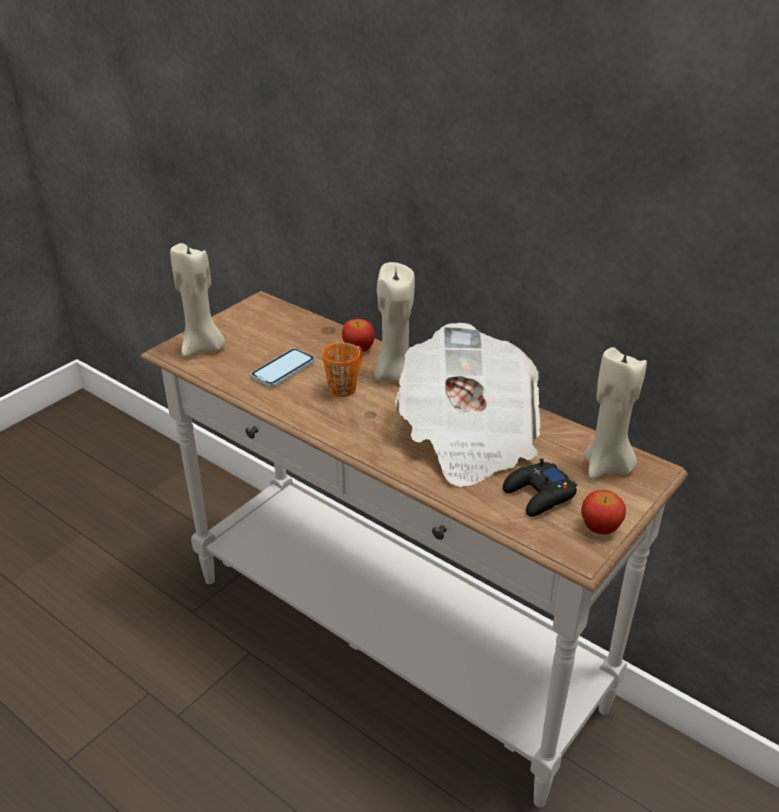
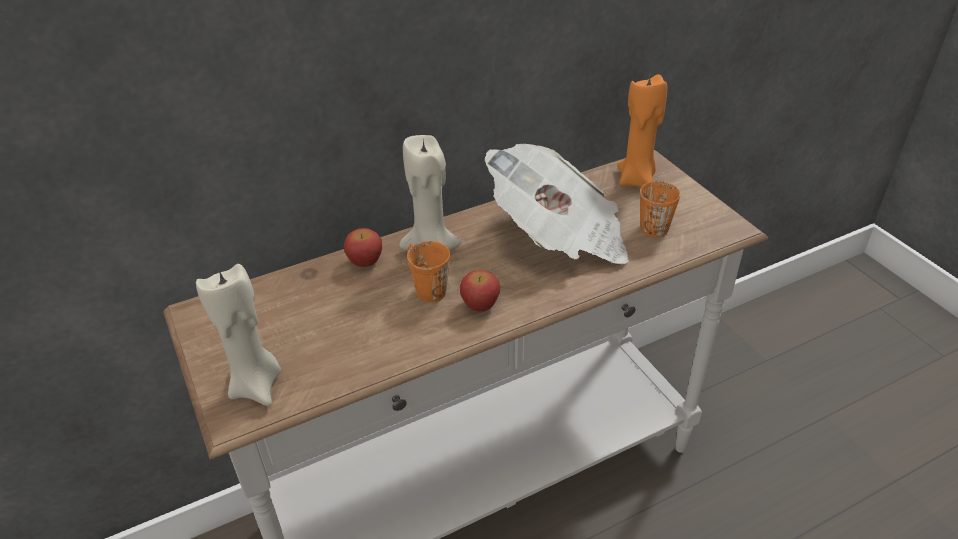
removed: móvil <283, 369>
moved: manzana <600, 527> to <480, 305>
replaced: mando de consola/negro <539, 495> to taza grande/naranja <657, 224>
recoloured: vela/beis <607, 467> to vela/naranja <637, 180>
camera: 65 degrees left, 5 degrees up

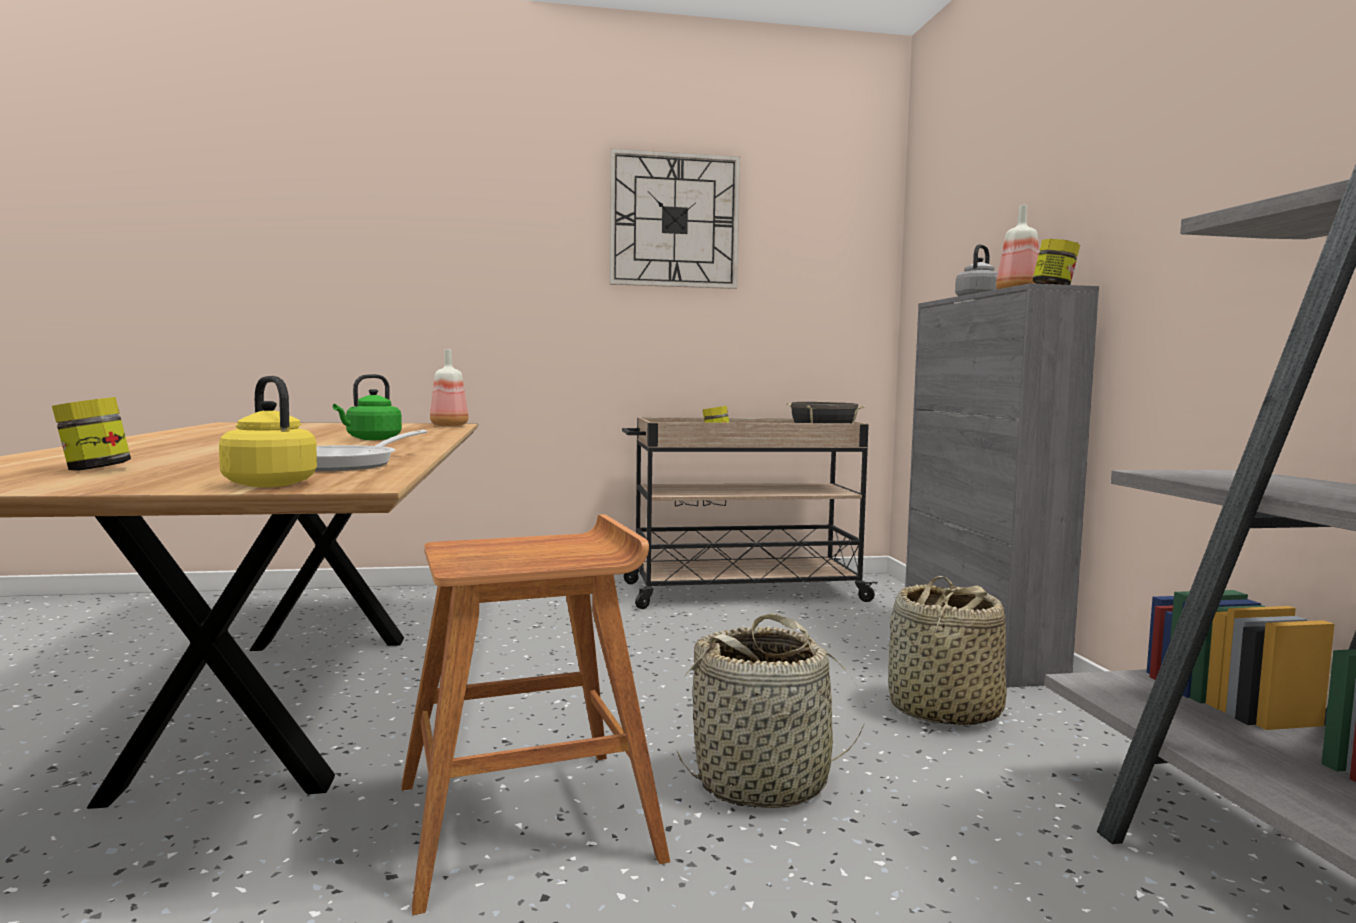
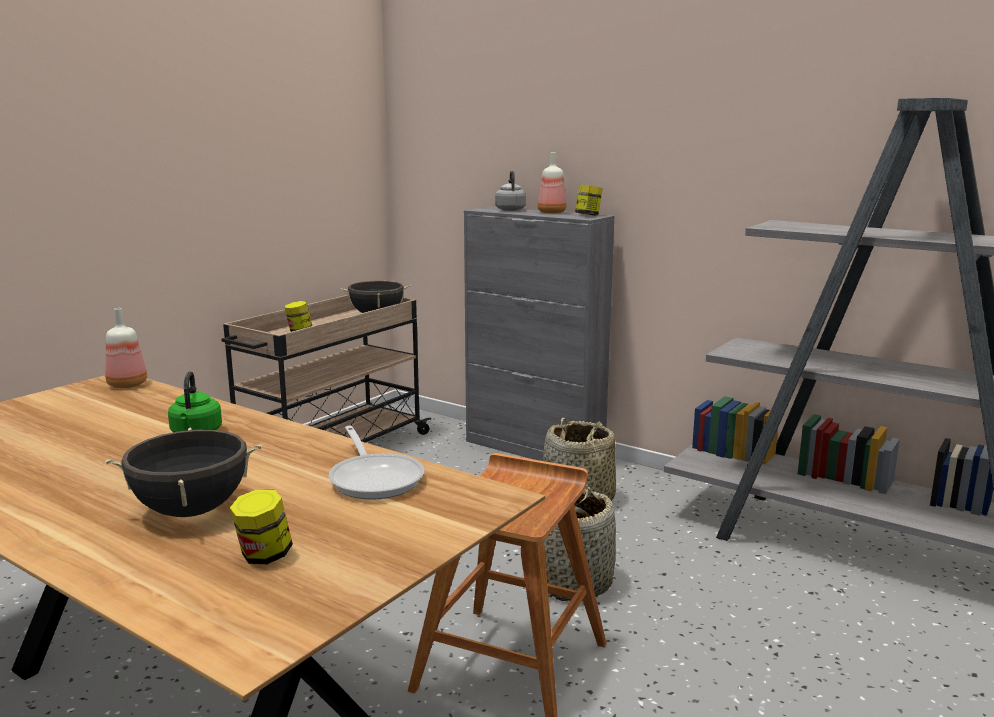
removed: hervidor/amarillo <268, 484>; reloj de pared <674, 220>
added: olla/negro <192, 511>
camera: 45 degrees left, 10 degrees up

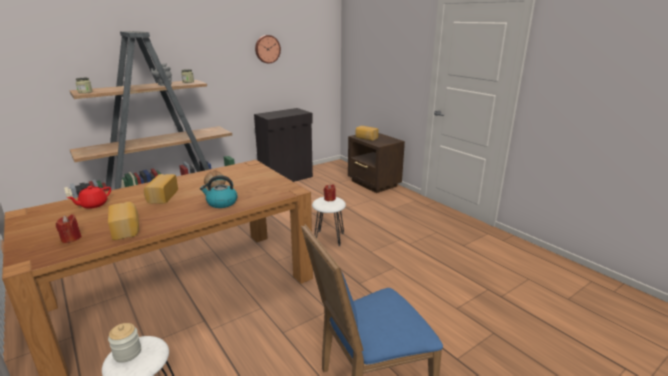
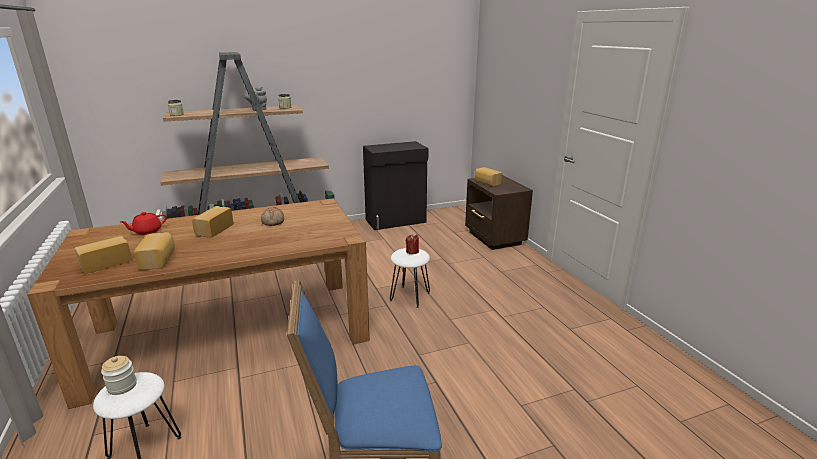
removed: hervidor <221, 203>; reloj de pared <267, 49>
replaced: vela/rojo <71, 238> to pan <106, 263>
camera: 15 degrees right, 0 degrees up

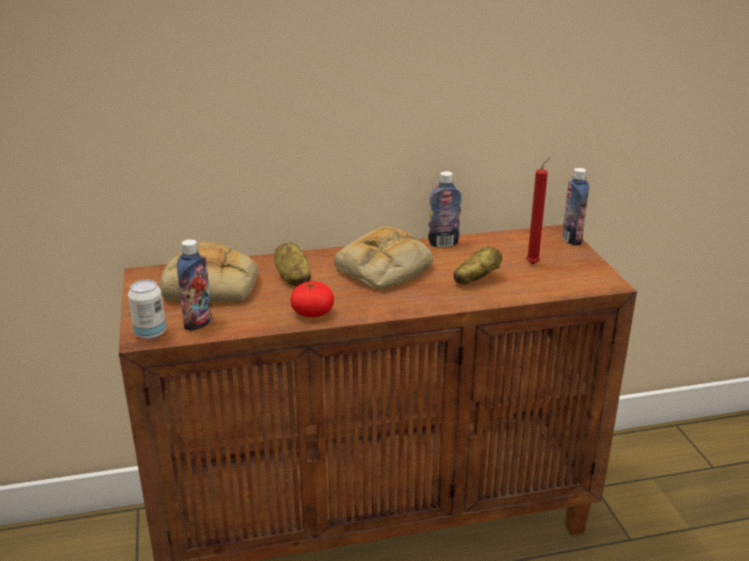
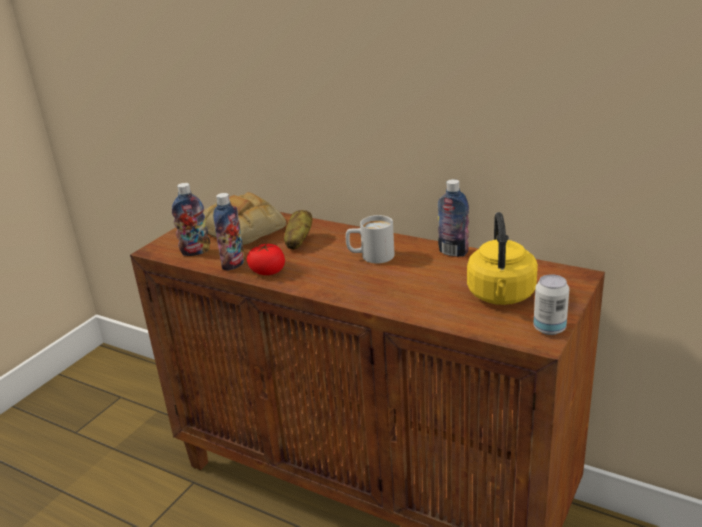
removed: patata <476, 279>
moved: botella <571, 239> to <233, 264>; lata <150, 333> to <549, 328>
replaced: pan <383, 269> to taza grande/blanco <370, 256>; vela/rojo <534, 263> to hervidor/amarillo <501, 296>
camera: 45 degrees right, 0 degrees up

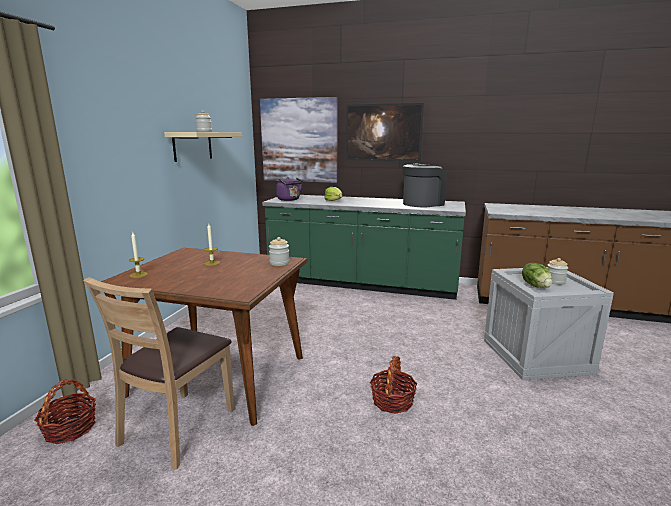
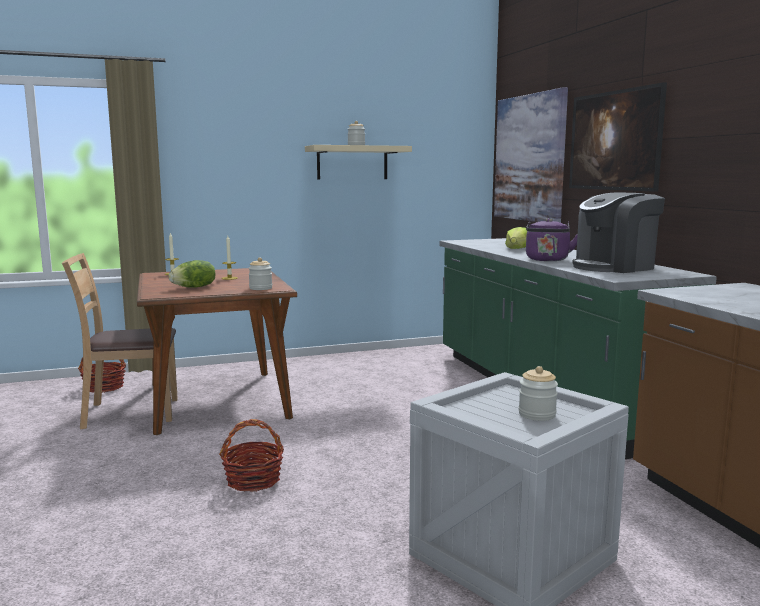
moved: lechuga <536, 286> to <194, 287>; hervidor/morado <289, 200> to <547, 260>
turned: cafetera <423, 204> = <614, 267> 135 degrees clockwise
camera: 55 degrees right, 5 degrees down

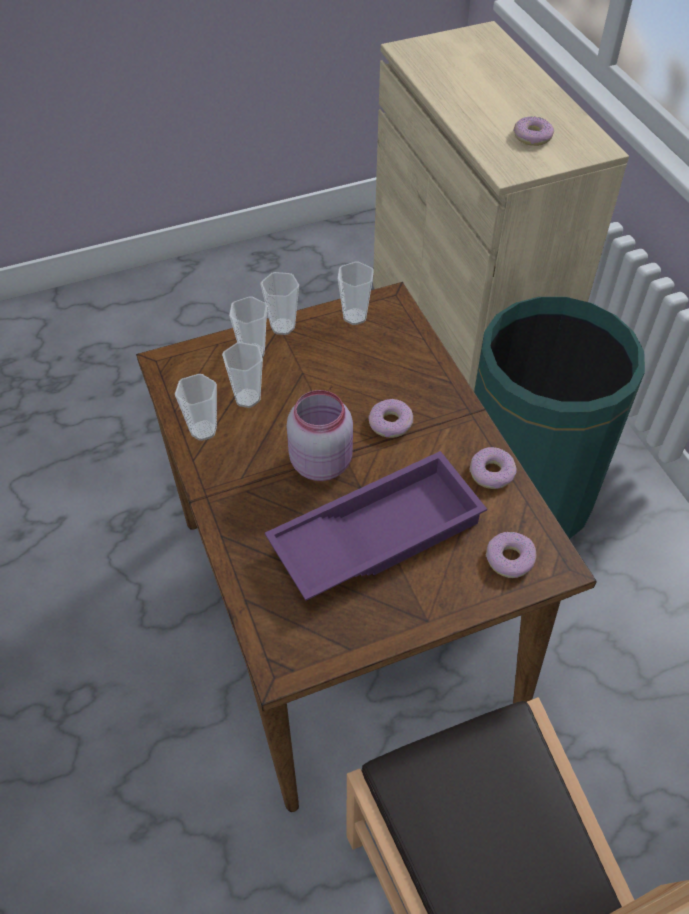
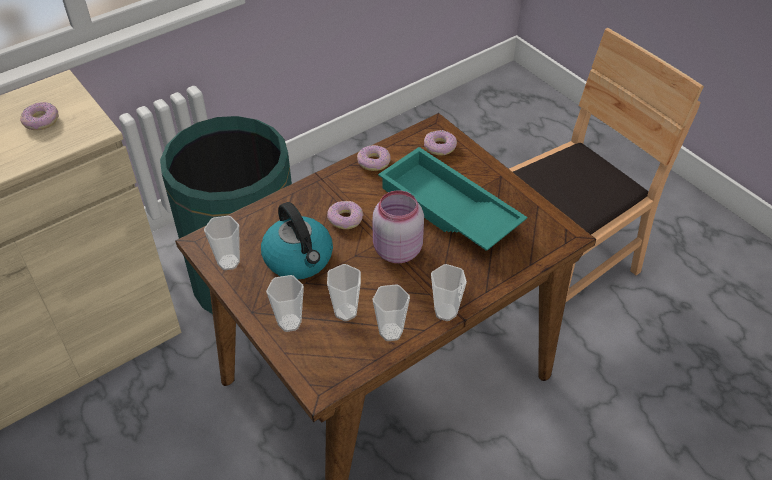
added: hervidor <299, 259>
moved: taza <282, 327> to <445, 312>
recoloured: bandeja/morado <376, 533> to bandeja/turquesa <447, 209>
camera: 105 degrees left, 5 degrees down

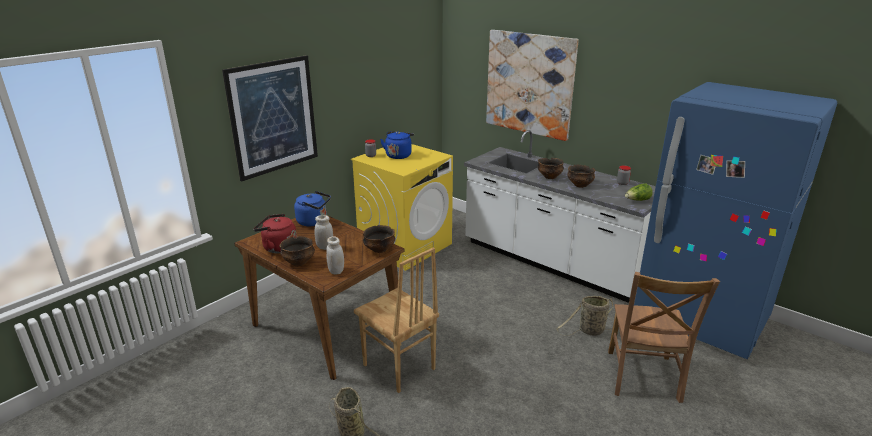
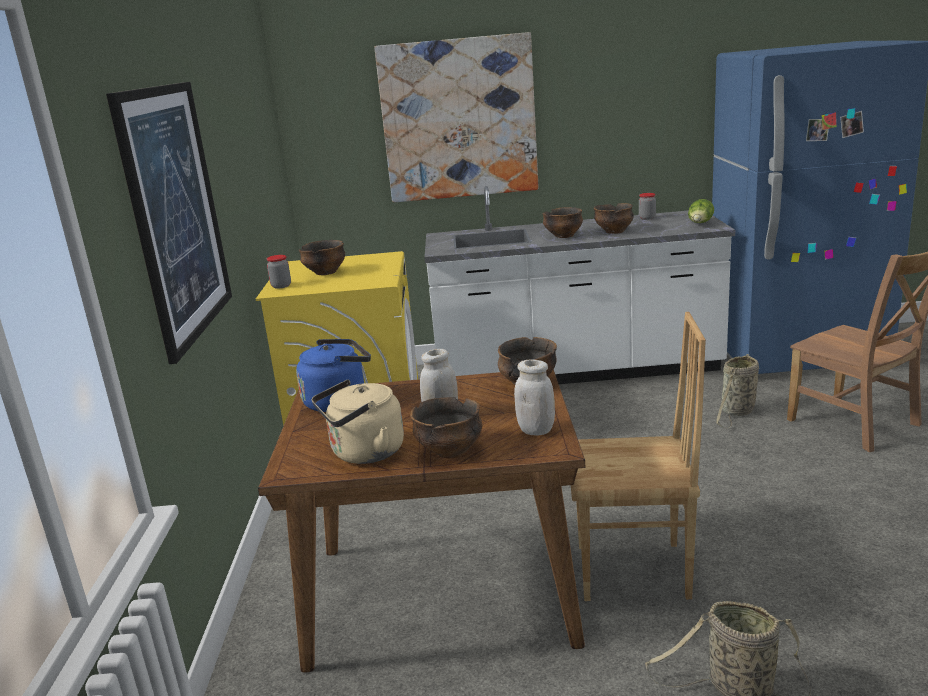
replaced: hervidor/azul <398, 155> to cuenco <325, 273>
recoloured: hervidor/rojo <278, 247> to hervidor/beis <364, 453>
camera: 40 degrees left, 5 degrees down

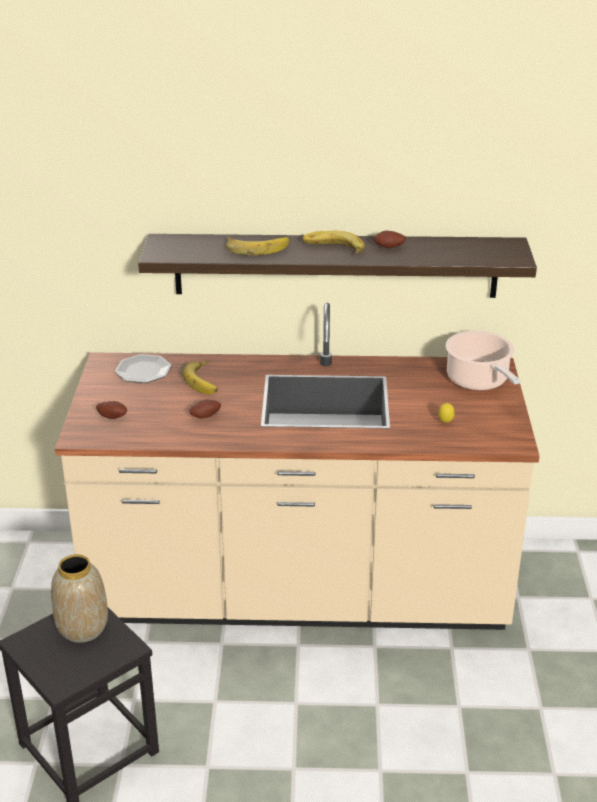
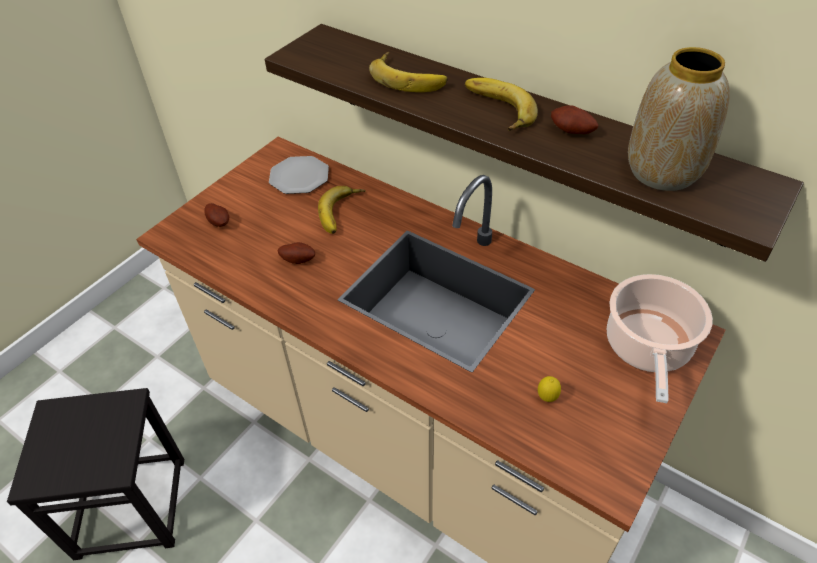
moved: florero <82, 627> to <662, 171>
camera: 35 degrees right, 15 degrees up

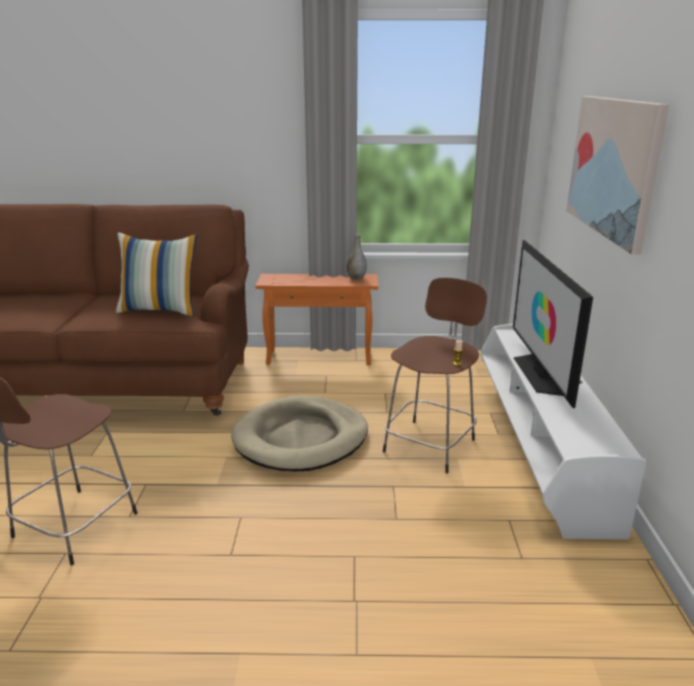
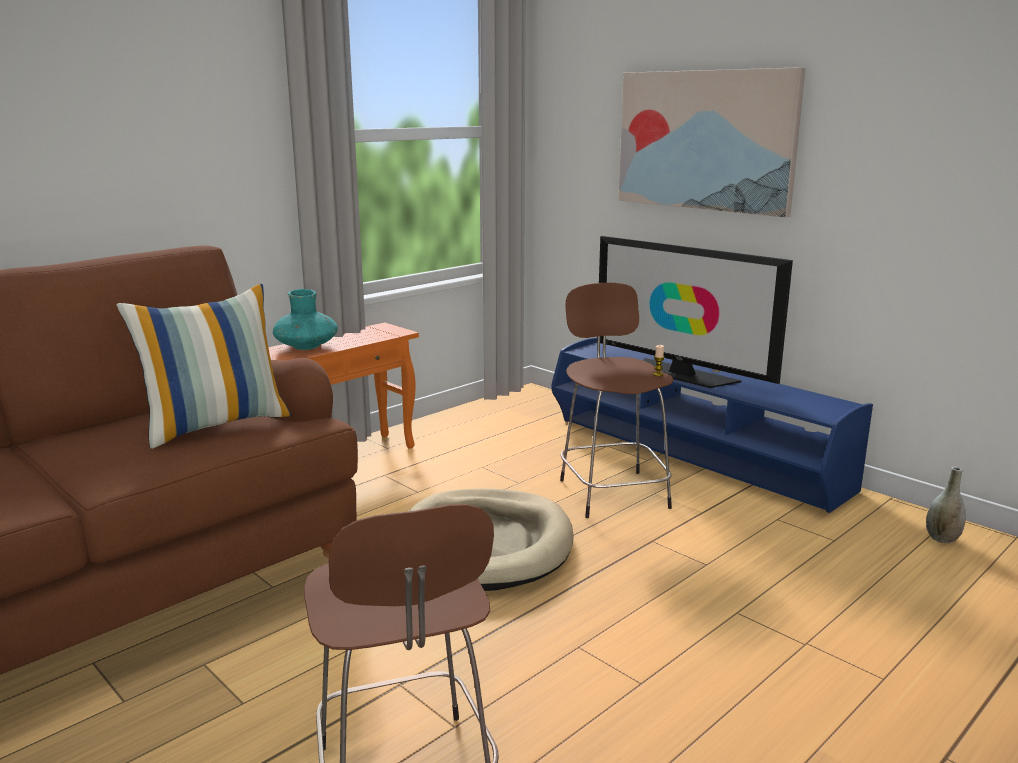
added: florero/turquesa <306, 346>
moved: florero/gris <356, 278> to <942, 539>
recoloured: mueble de televisión/blanco <538, 446> to mueble de televisión/azul <692, 456>
camera: 45 degrees left, 5 degrees down

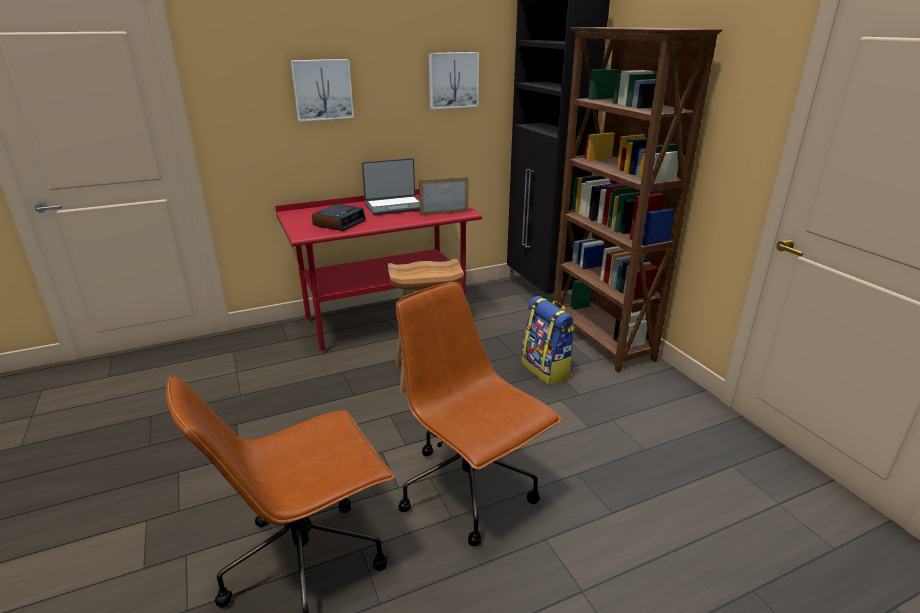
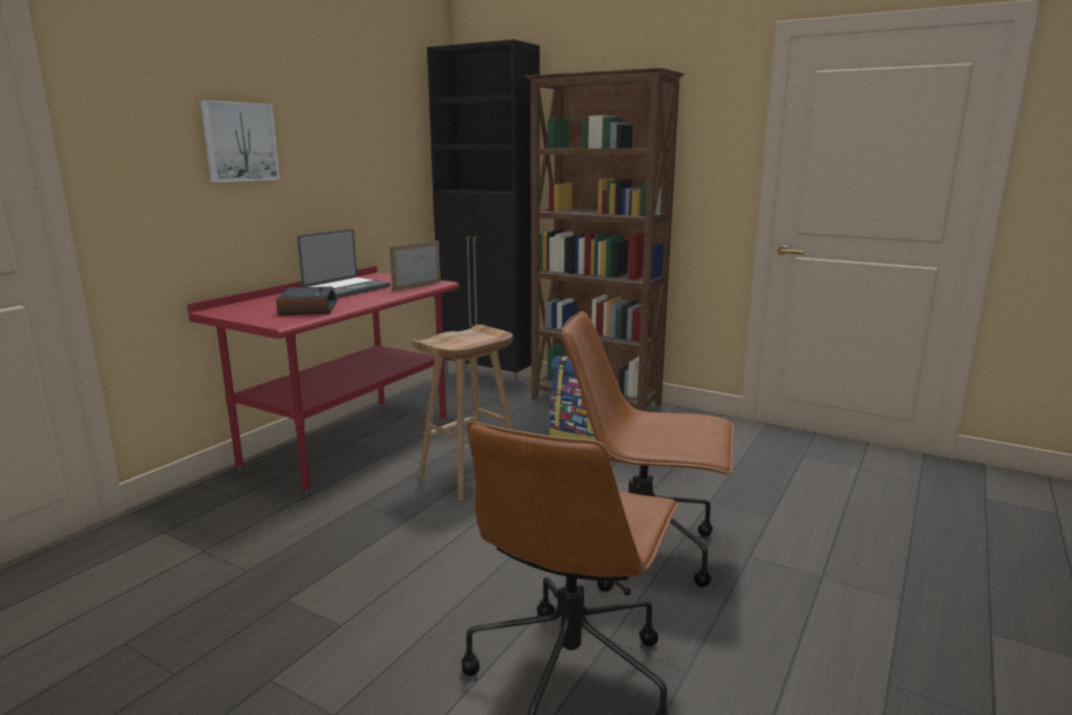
removed: cuadro <453, 80>
camera: 35 degrees left, 10 degrees down

